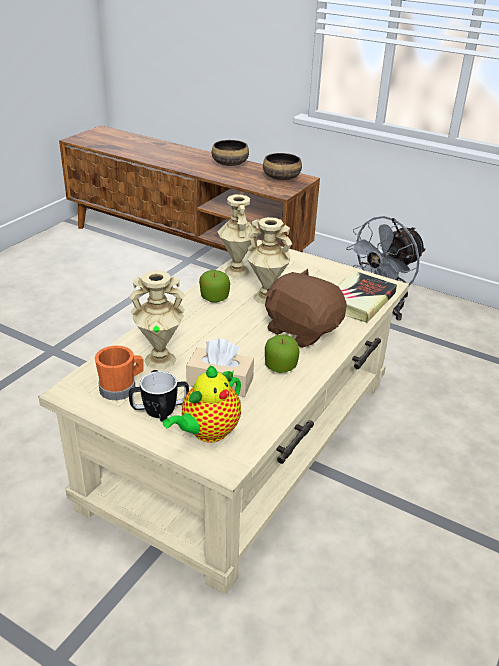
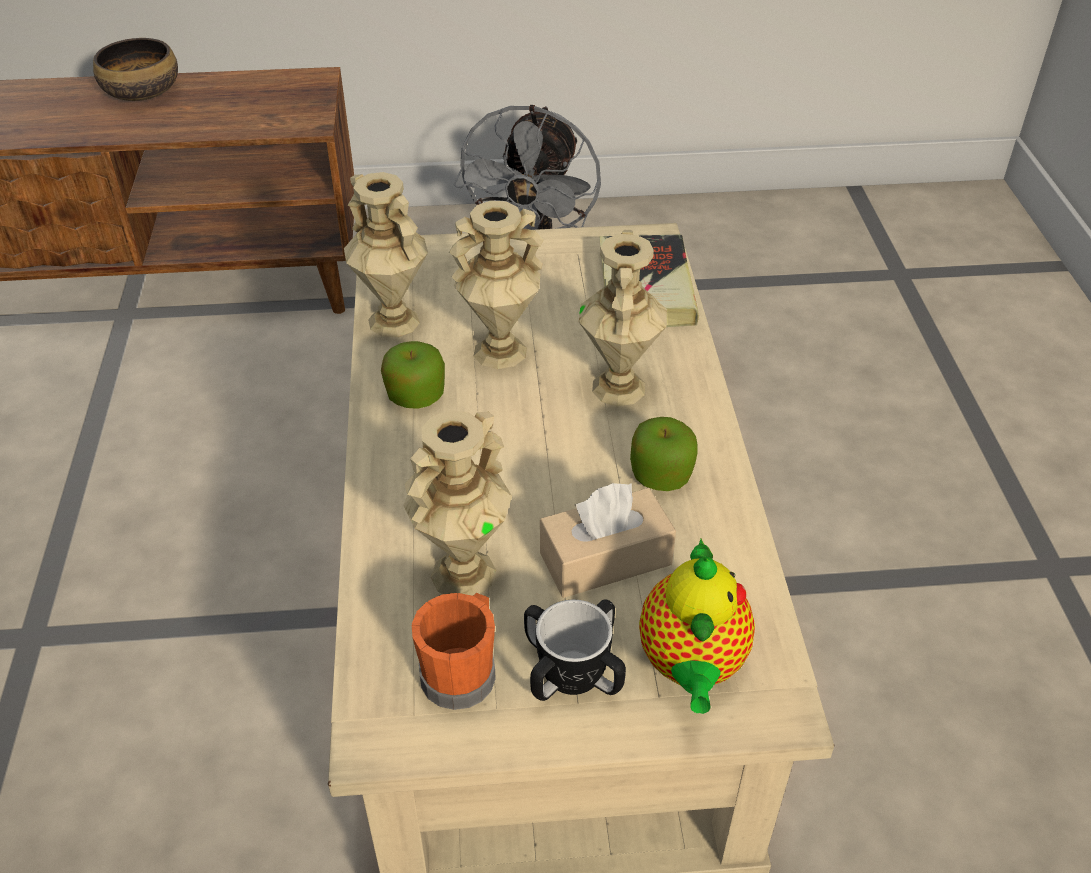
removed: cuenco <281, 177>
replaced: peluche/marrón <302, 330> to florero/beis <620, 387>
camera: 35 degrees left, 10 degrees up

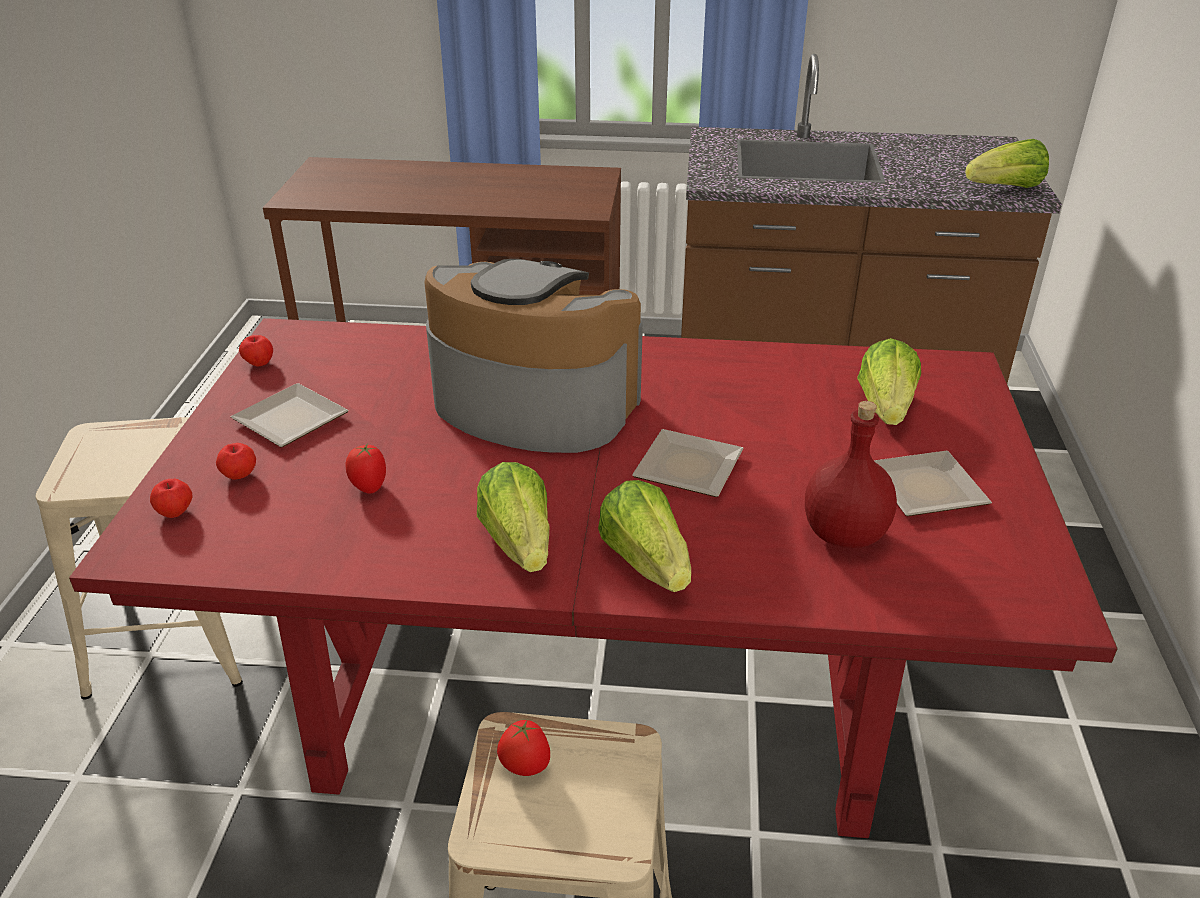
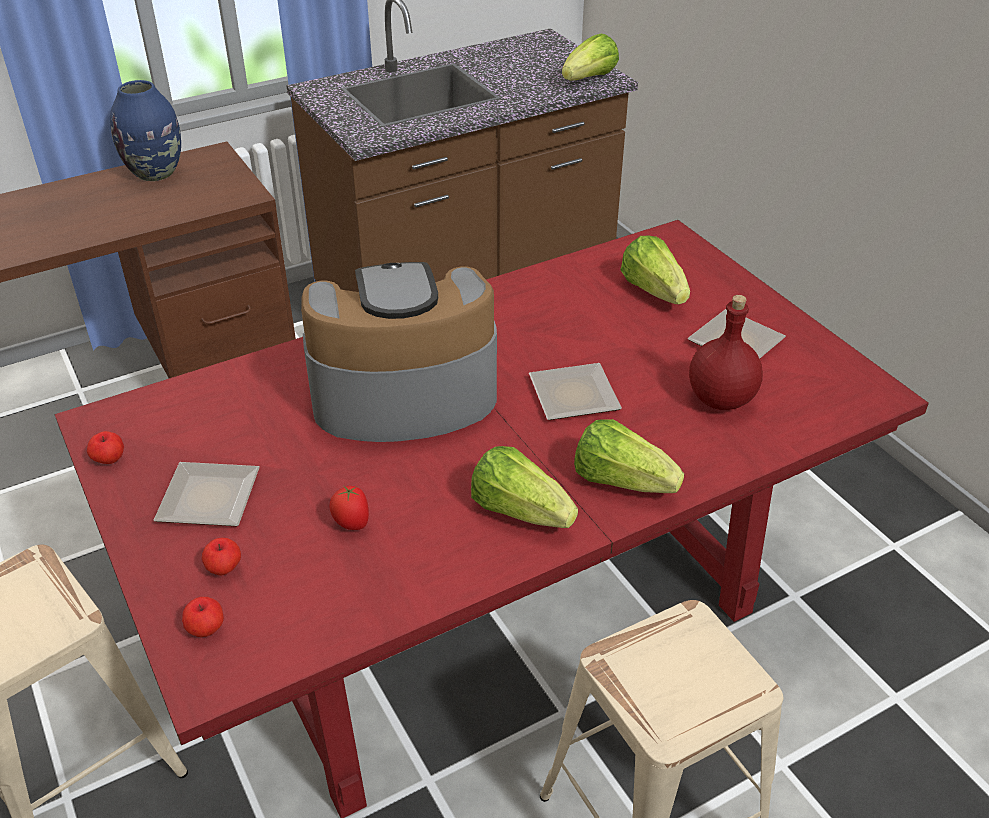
removed: tomate <525, 768>
added: florero/azul <156, 172>
camera: 35 degrees left, 5 degrees up

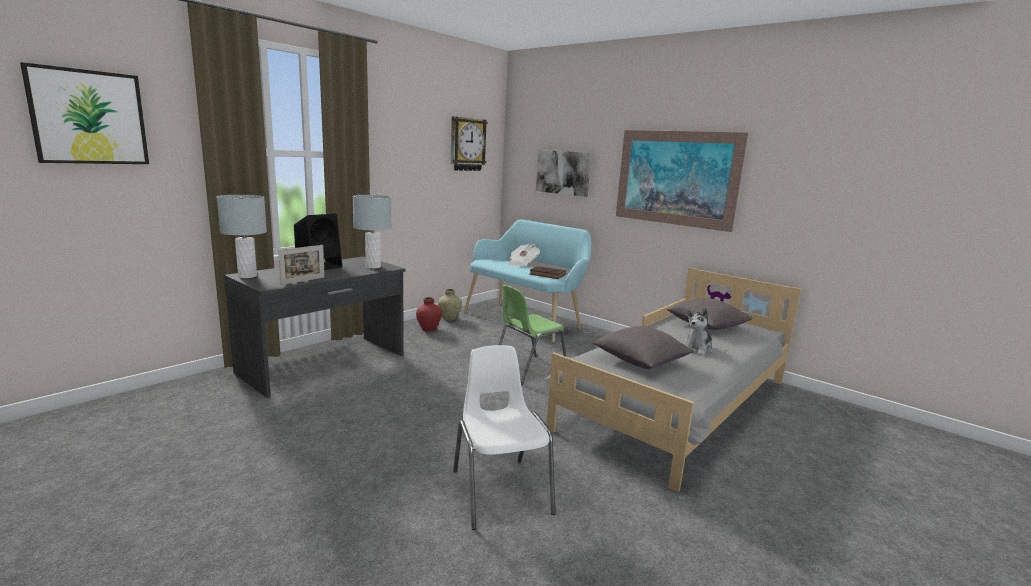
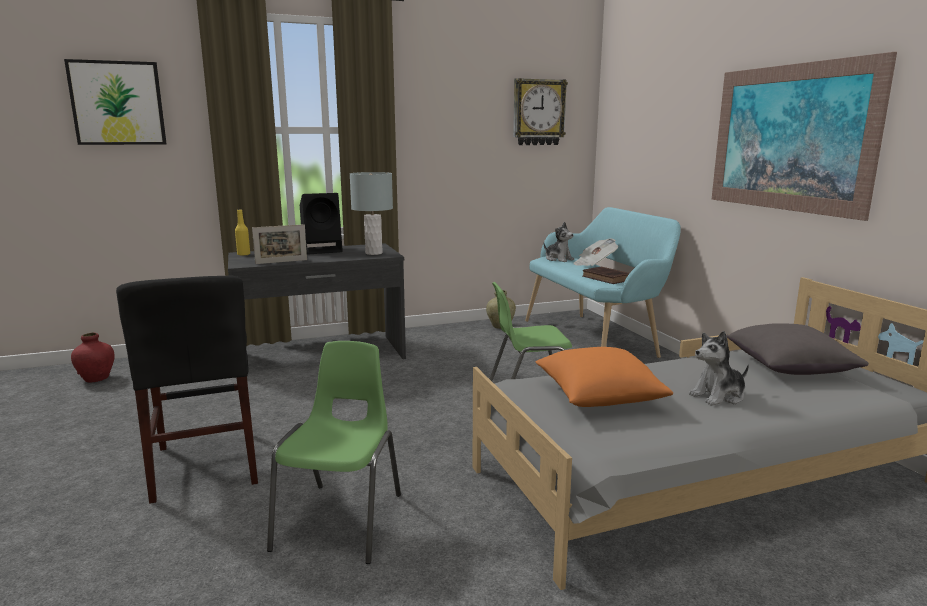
removed: cuadro <563, 172>
added: silla/negro <206, 465>; peluche <558, 259>
moved: florero/rojo <428, 329> to <96, 379>
replaced: lámpara de mesa/gris <247, 276> to botella/amarillo <243, 254>
recoloured: silla/blanco <500, 490> to silla/verde <342, 520>; cojín/gris <640, 361> to cojín/naranja <598, 397>
camera: 30 degrees right, 0 degrees up

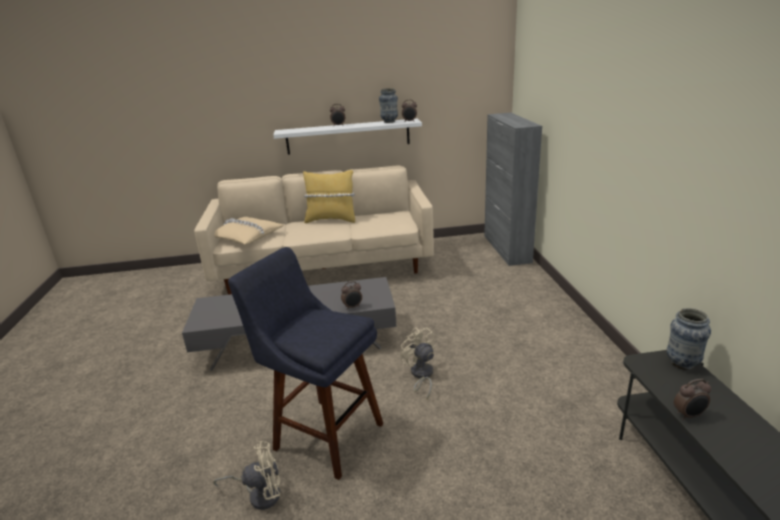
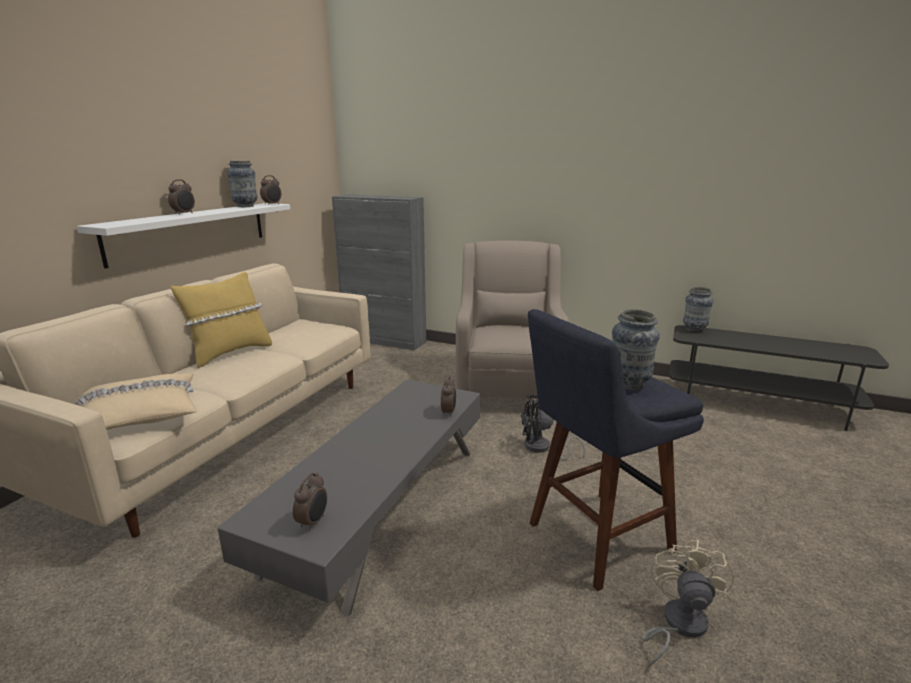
added: sillón/beis <508, 386>; florero <629, 384>
moved: despertador <689, 415> to <313, 522>
recoloured: ventilador/beis <421, 375> to ventilador/negro <542, 448>
camera: 60 degrees left, 5 degrees down

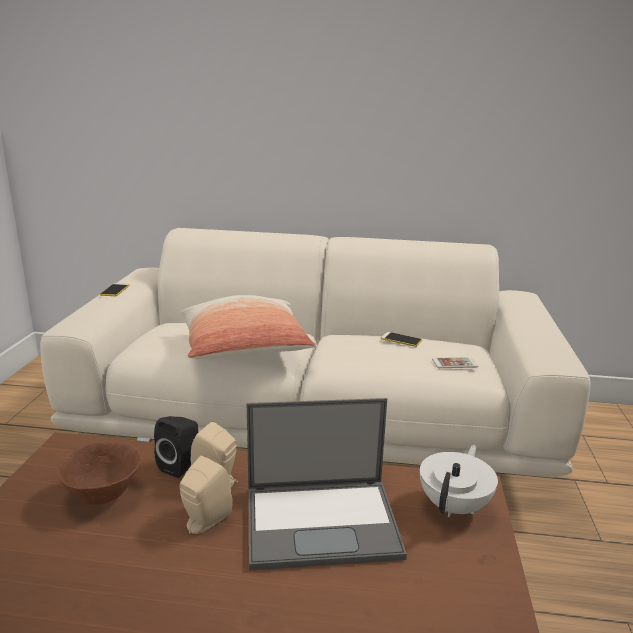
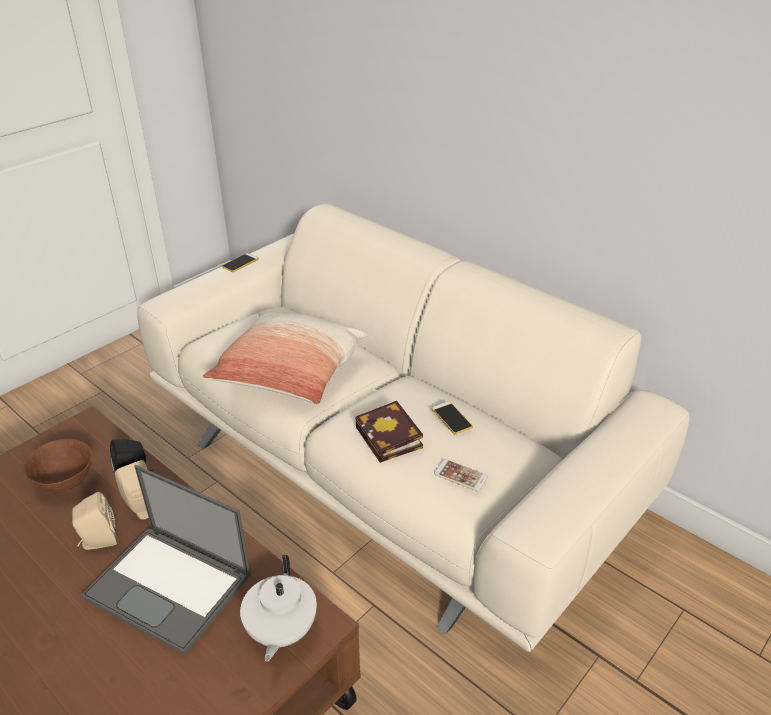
added: libro <391, 439>
turned: tetera/blanco <455, 506> = <280, 631> 120 degrees clockwise
camera: 35 degrees right, 15 degrees up

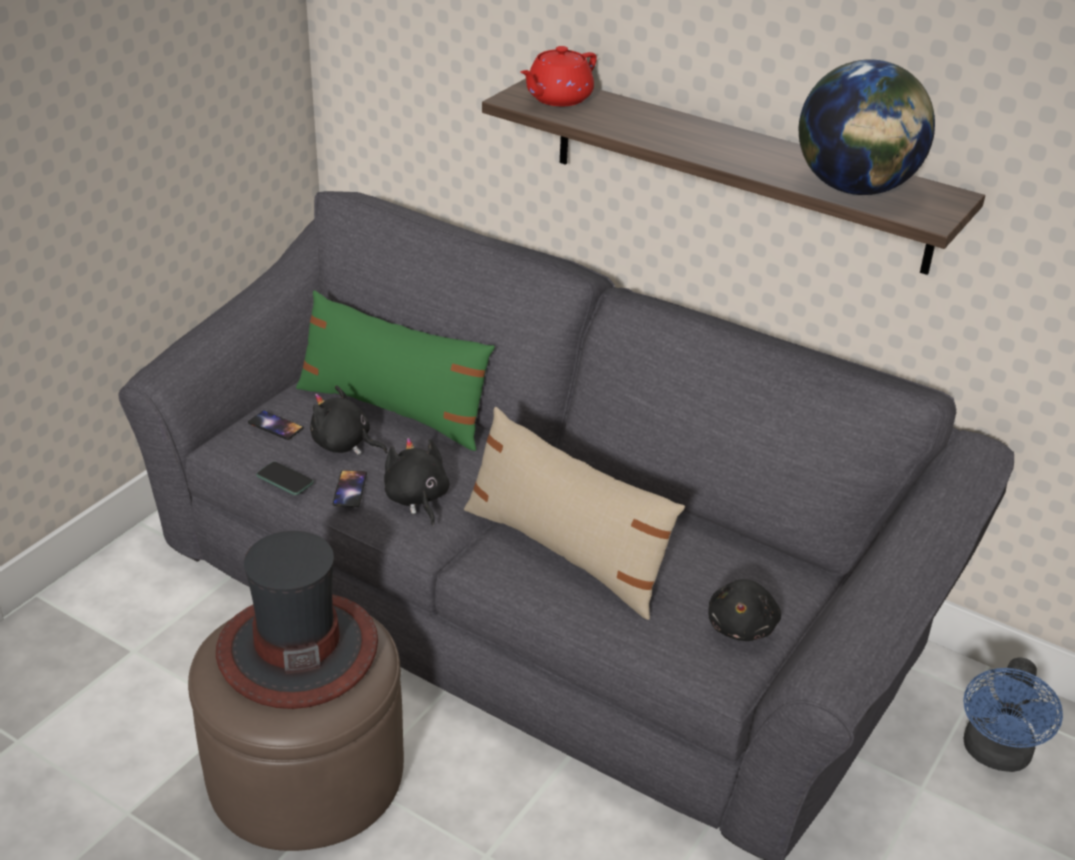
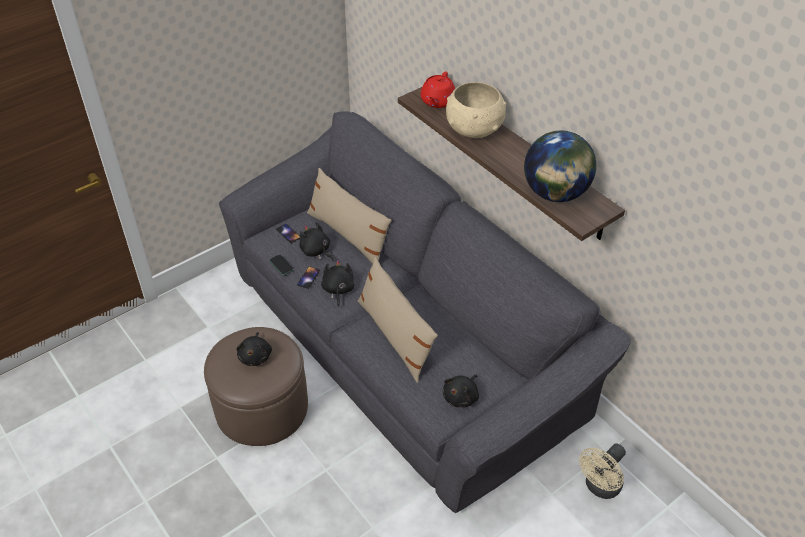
added: cuenco/beis <474, 129>
replaced: sombrero <297, 649> to peluche/negro <255, 356>
recoloured: cojín/verde <393, 410> to cojín/beis <348, 235>; ventilador/azul <995, 755> to ventilador/beis <600, 487>
turned: tetera/rojo <558, 98> = <437, 101> 45 degrees counterclockwise
camera: 20 degrees right, 10 degrees up

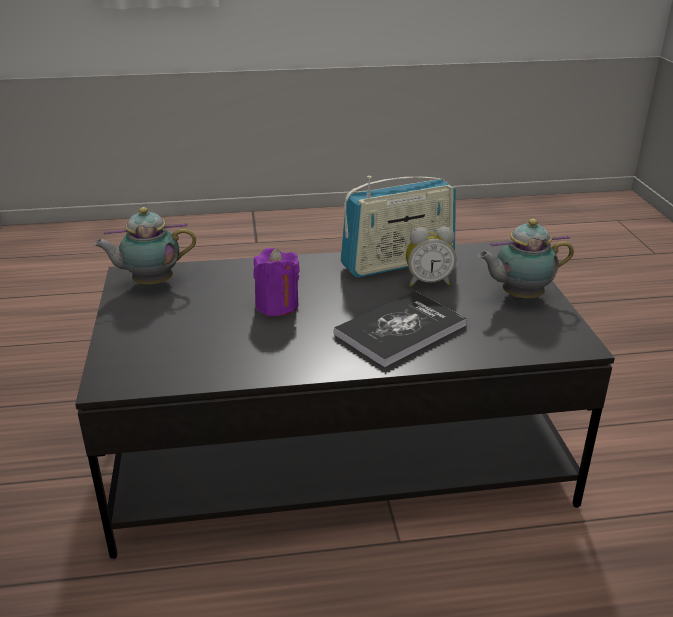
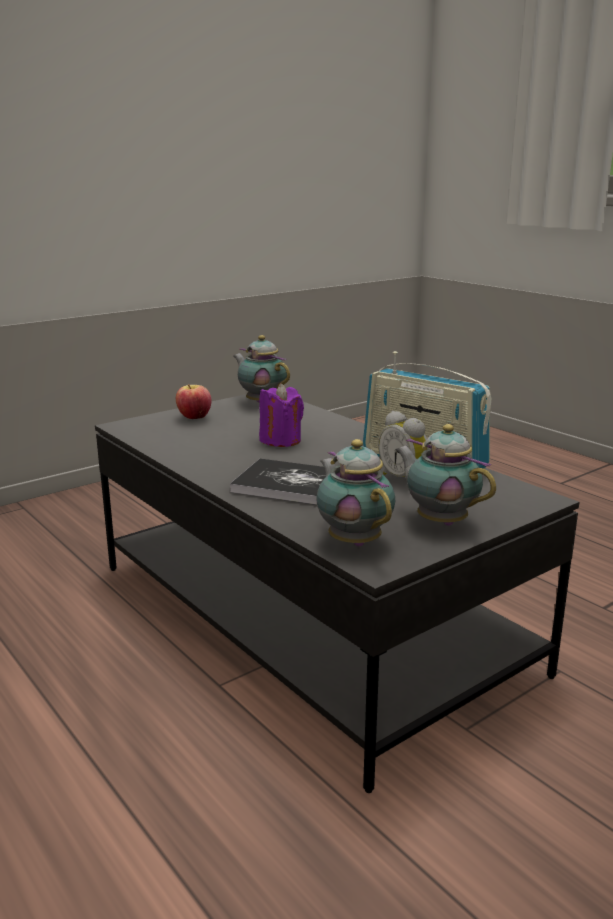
added: manzana <194, 418>; tetera <353, 540>
camera: 60 degrees right, 10 degrees down

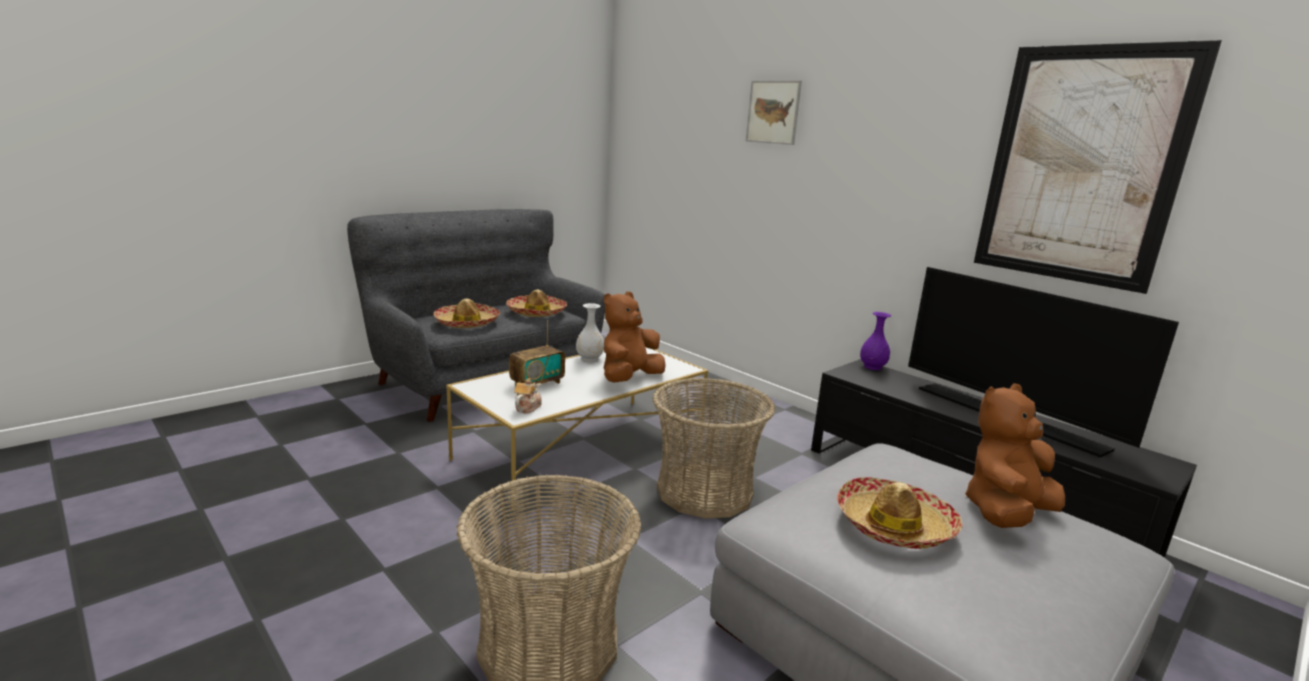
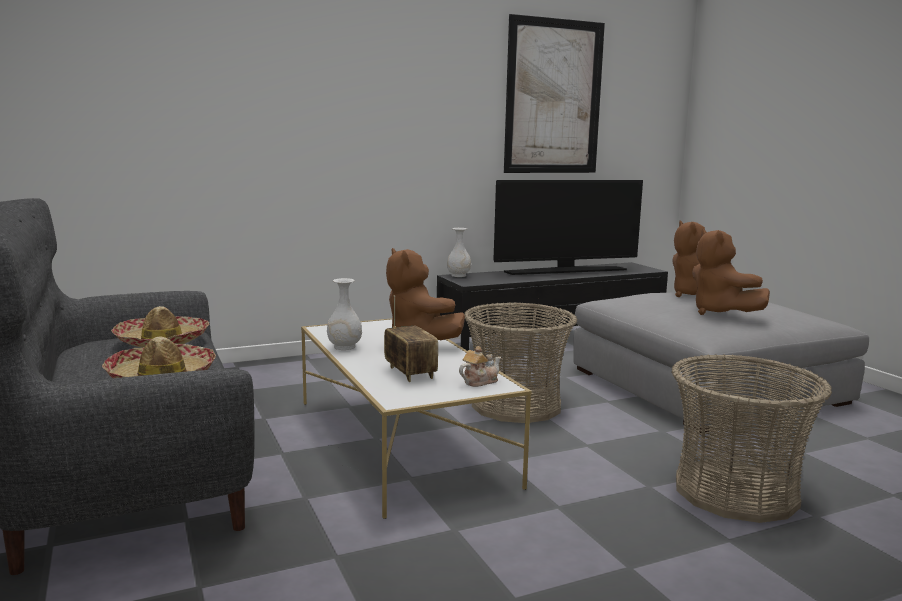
removed: cuadro <773, 112>
replaced: sombrero <894, 525> to peluche/marrón <720, 312>
recoloured: florero/morado <873, 367> to florero/blanco <459, 275>
turned: tetera <527, 407> = <479, 381> 105 degrees clockwise
camera: 70 degrees left, 5 degrees down

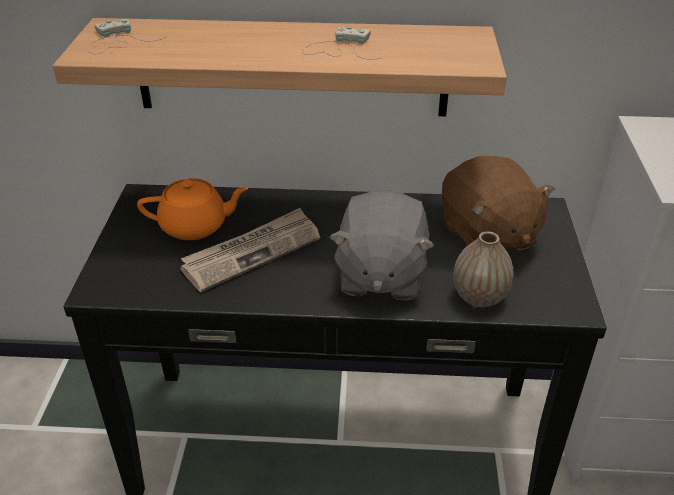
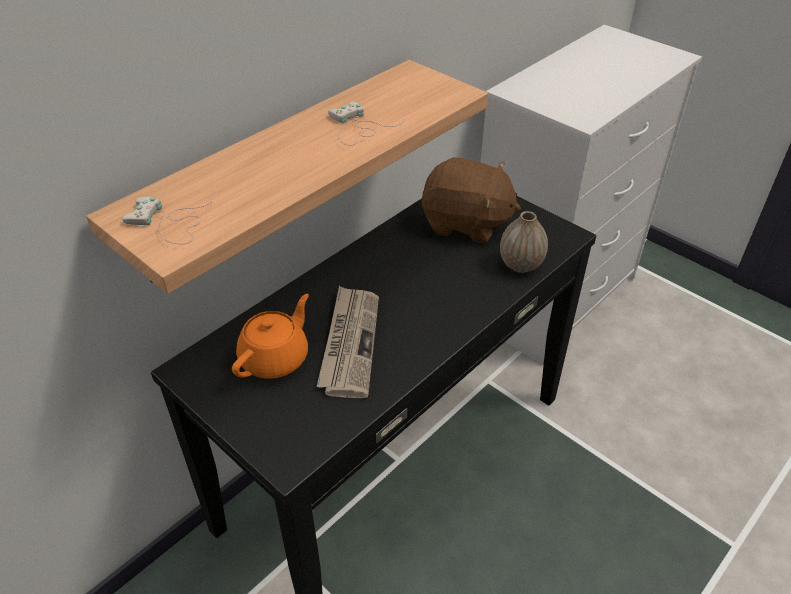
removed: peluche/gris <380, 275>
camera: 50 degrees left, 5 degrees up

